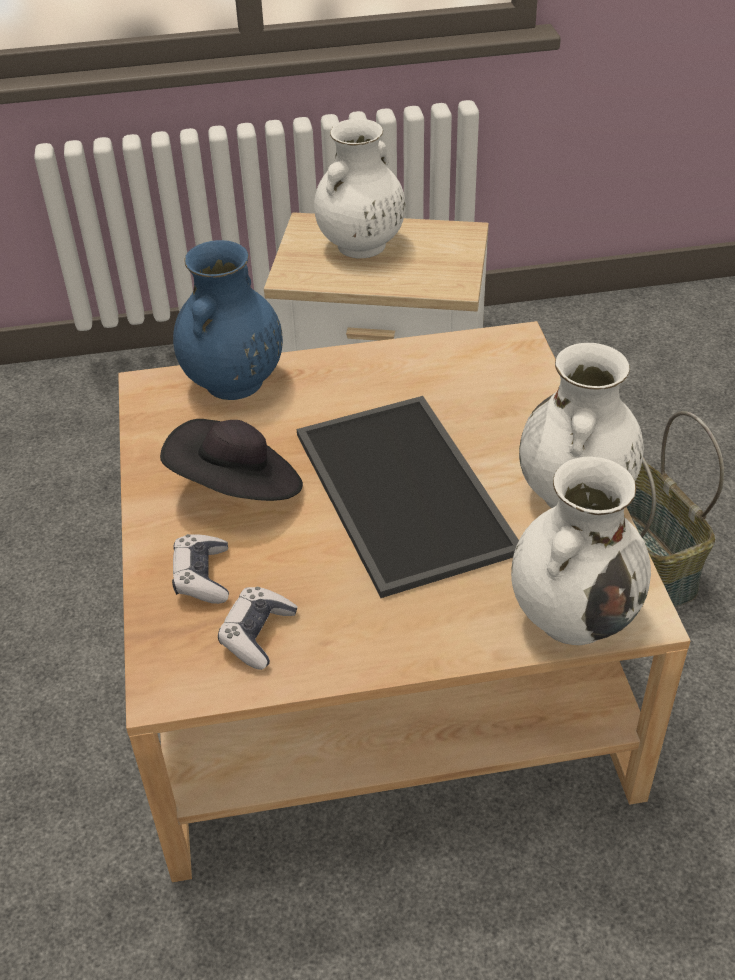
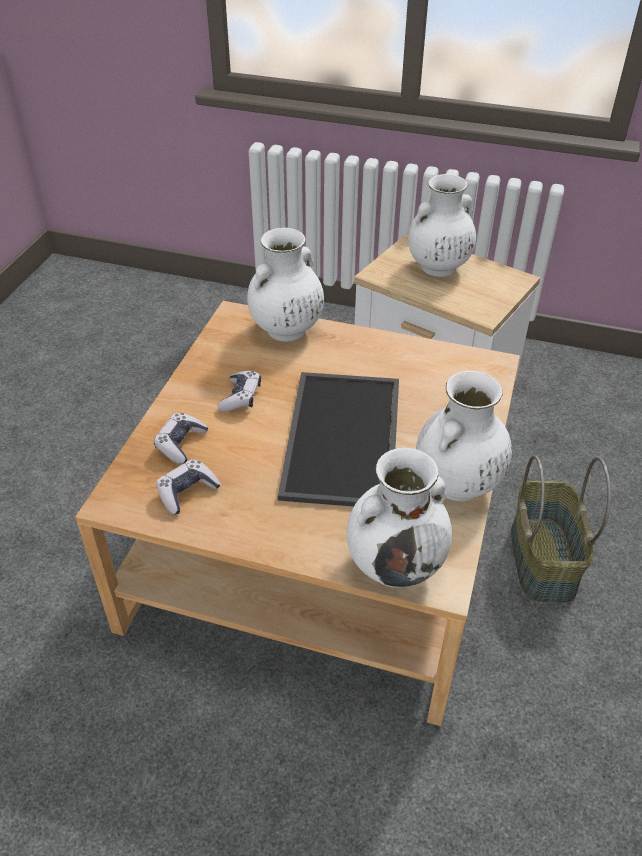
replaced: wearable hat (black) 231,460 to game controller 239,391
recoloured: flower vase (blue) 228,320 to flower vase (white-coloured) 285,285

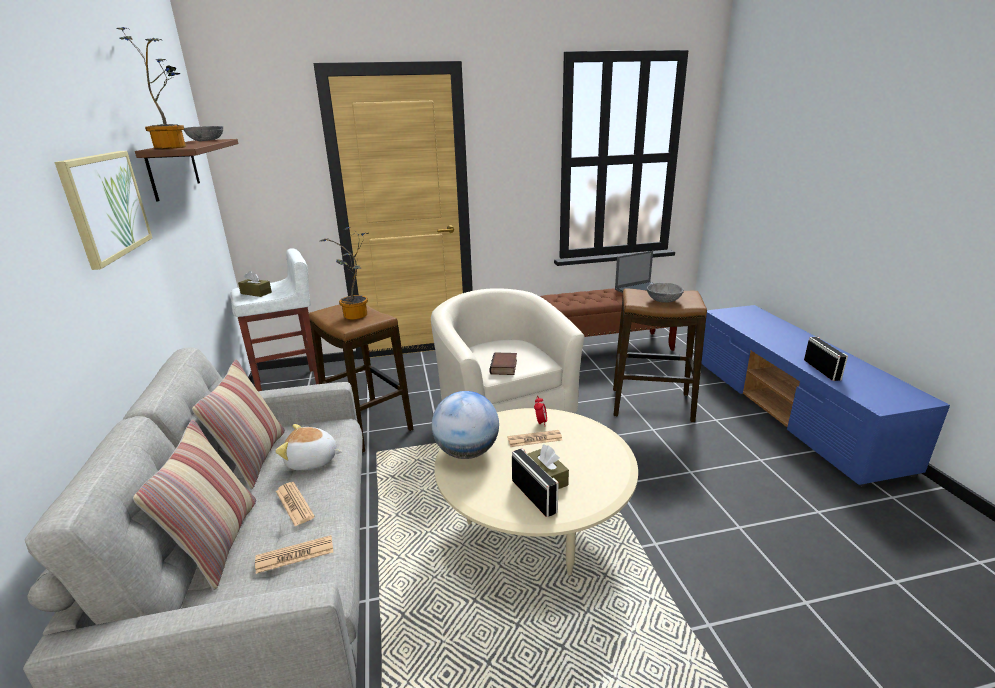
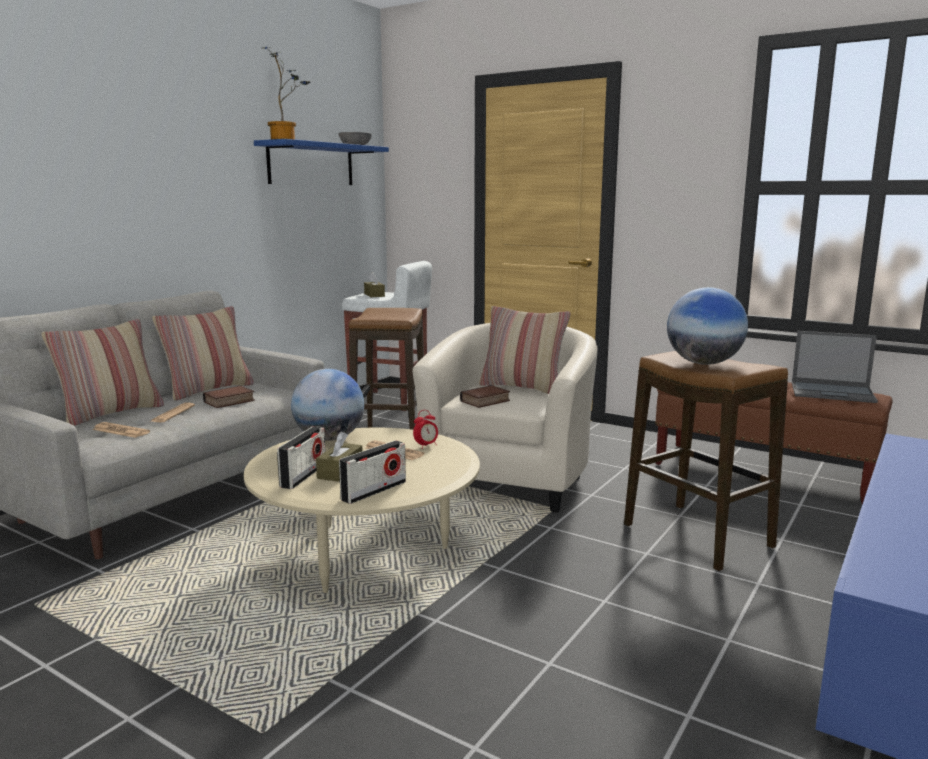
removed: picture 103,210; potted plant 344,273
added: cushion 524,350
moved: radio set 826,359 to 372,472
replaced: cuddly toy 308,447 to bound book 229,397; bowl (greyish) 665,293 to desk globe 707,326
recoloured: wall shelf (brown-coloured) 186,170 to wall shelf (blue) 321,162

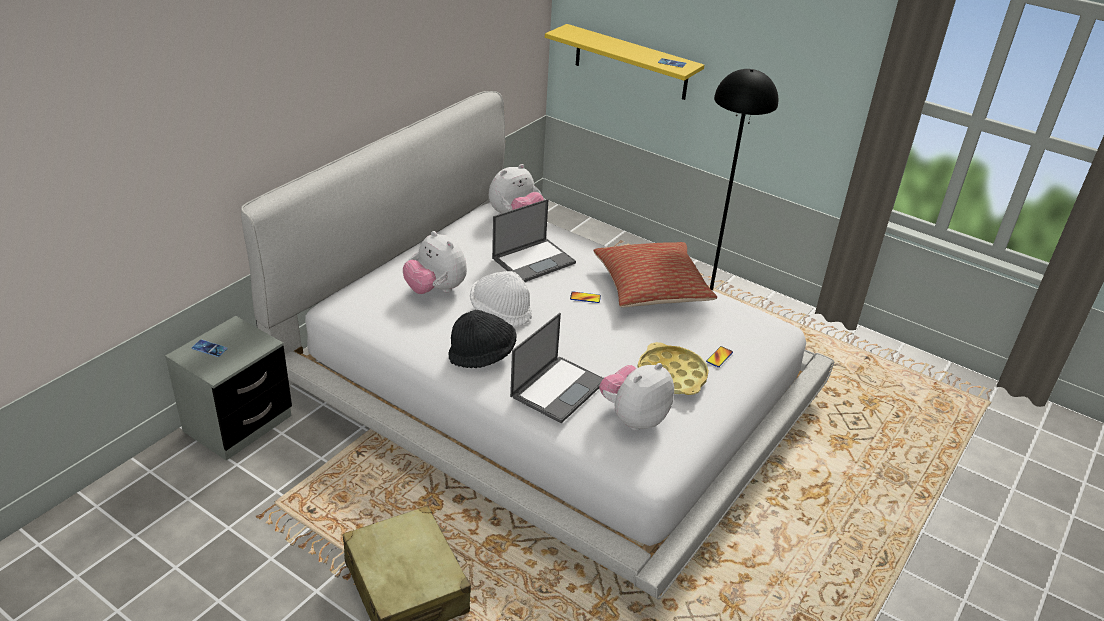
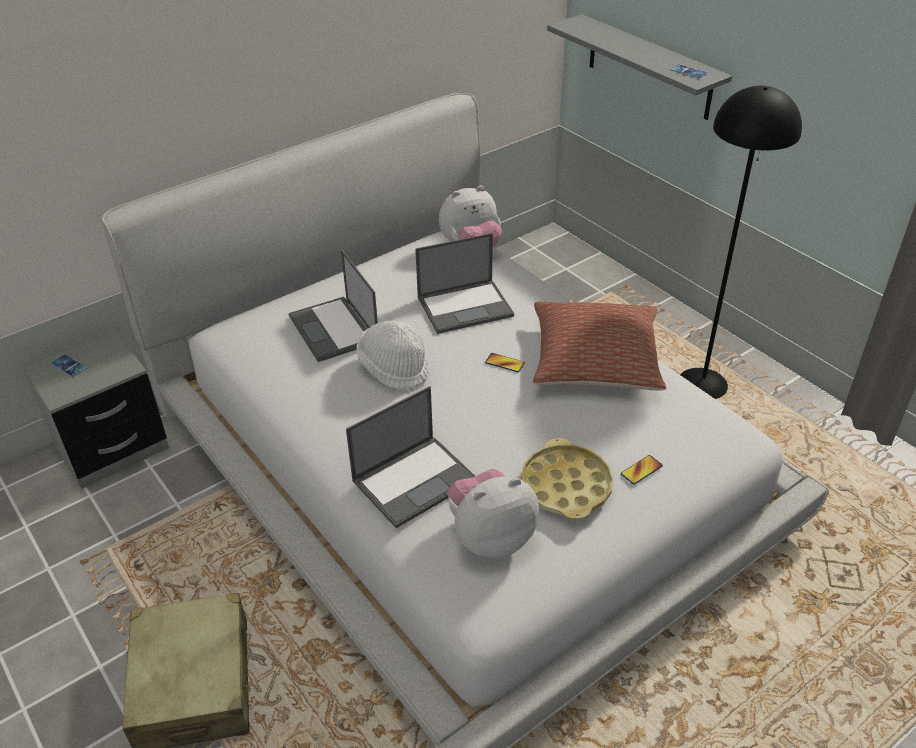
removed: wearable hat (black) 482,339
replaced: cuddly toy 435,262 to notebook computer 333,305
recoloured: wall shelf (yellow-coloured) 624,62 to wall shelf (greyish) 639,67

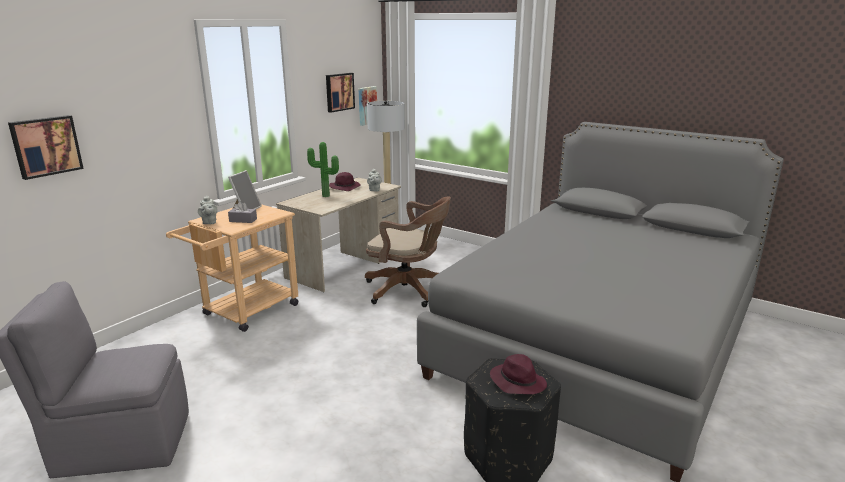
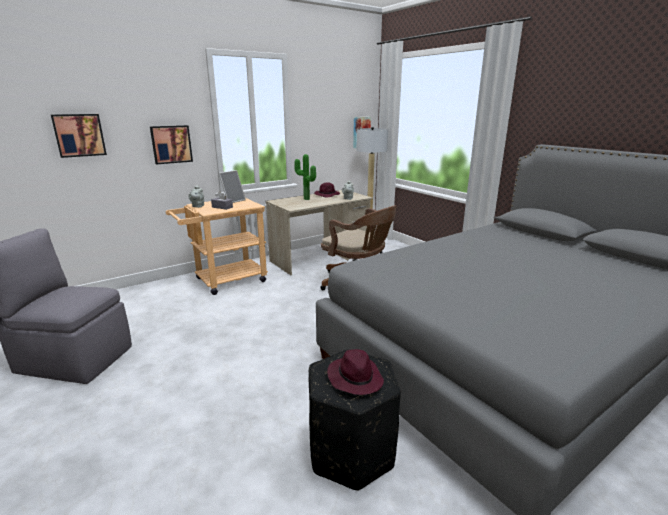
moved: picture 340,93 to 171,144

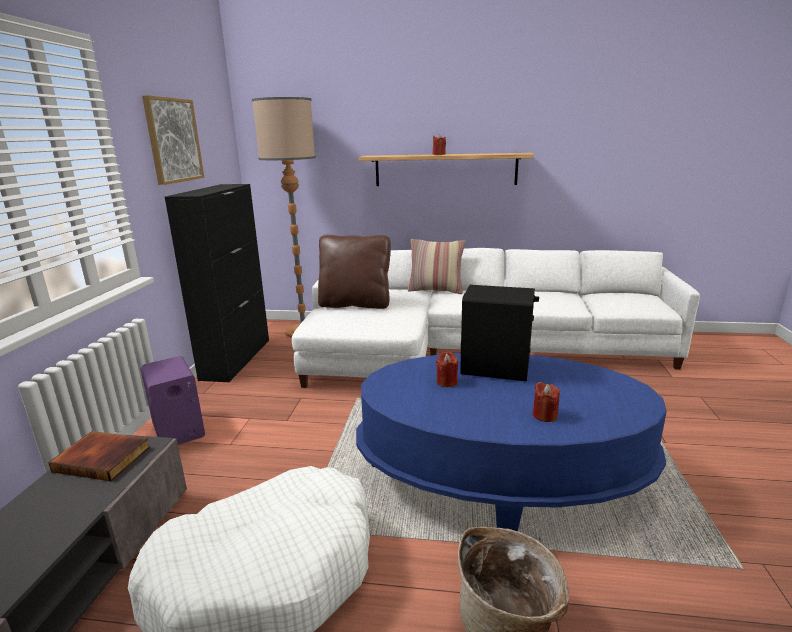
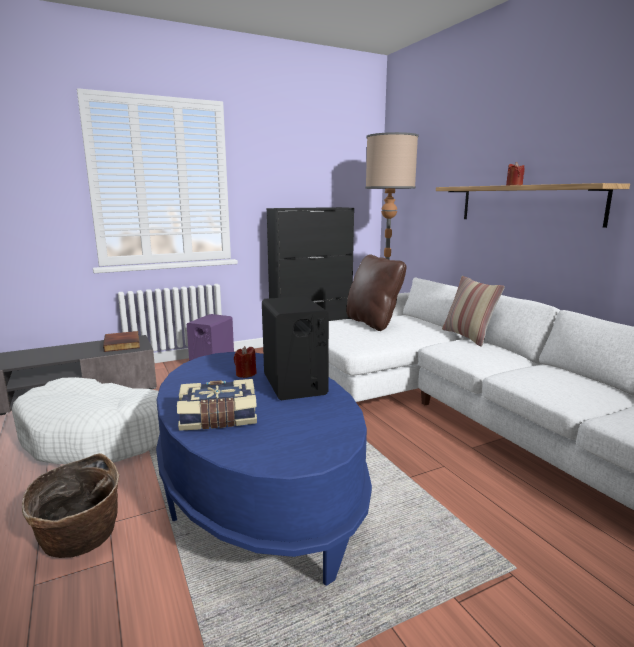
removed: picture 173,140
replaced: wax candle (reddish) 546,402 to bound book 217,405

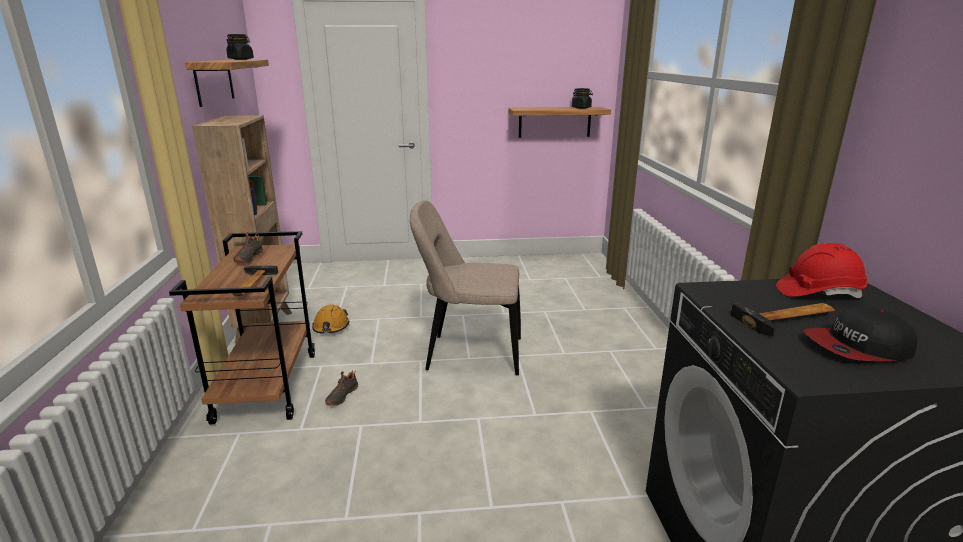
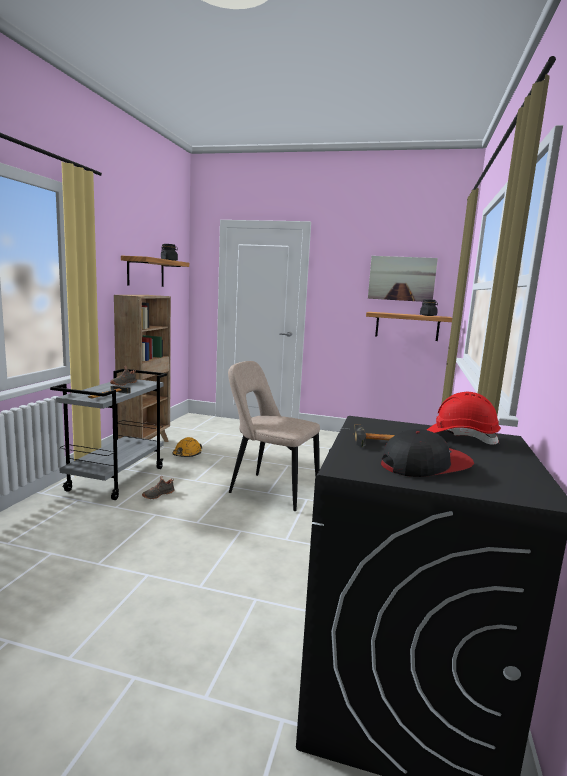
added: picture 403,279
recoloured: trolley (brown-coloured) 242,327 to trolley (greyish) 108,434
turned: peaked cap 860,333 = 427,453 150 degrees clockwise

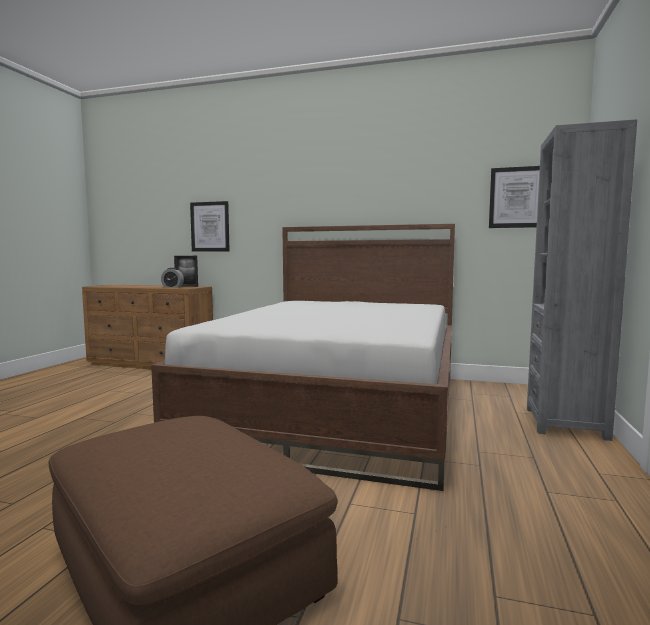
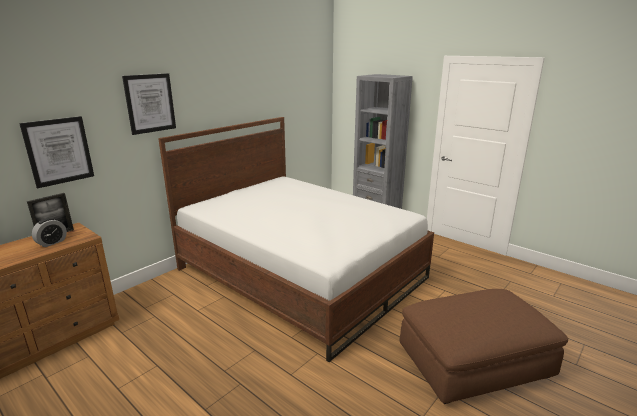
moved: picture 514,197 to 149,104

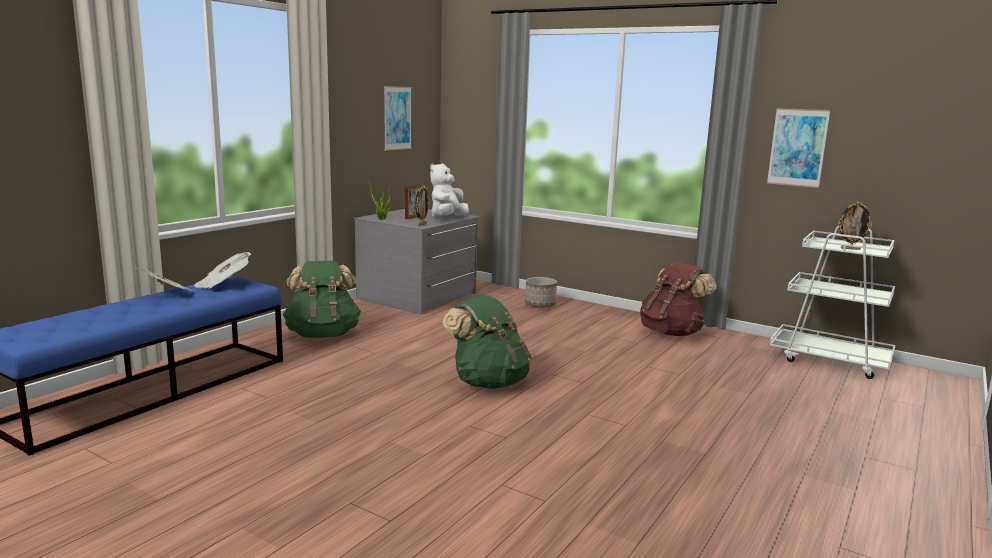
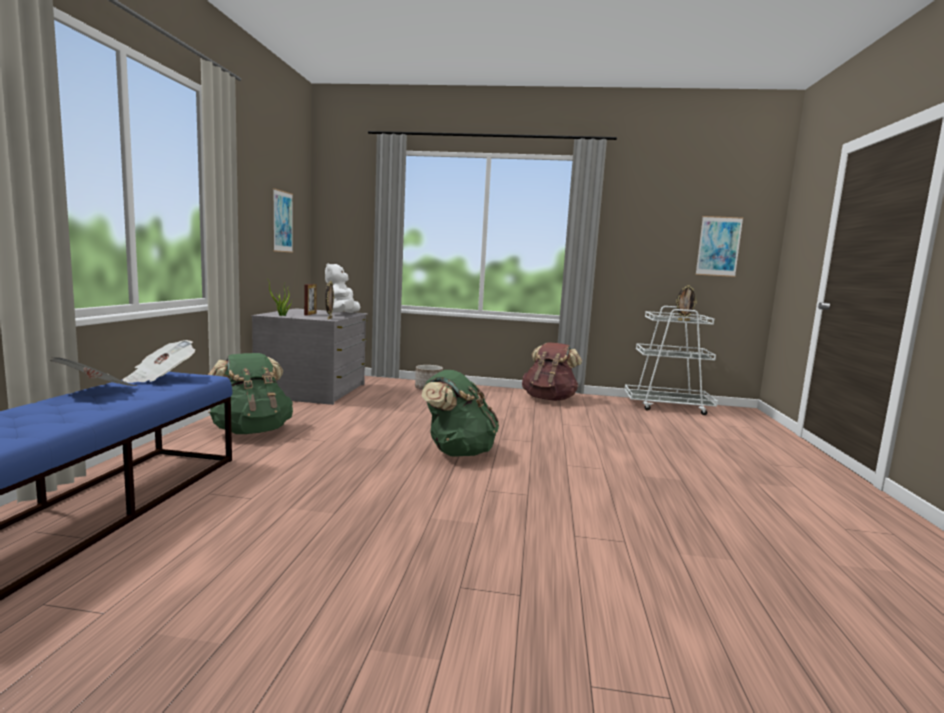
moved: picture 798,148 to 719,246

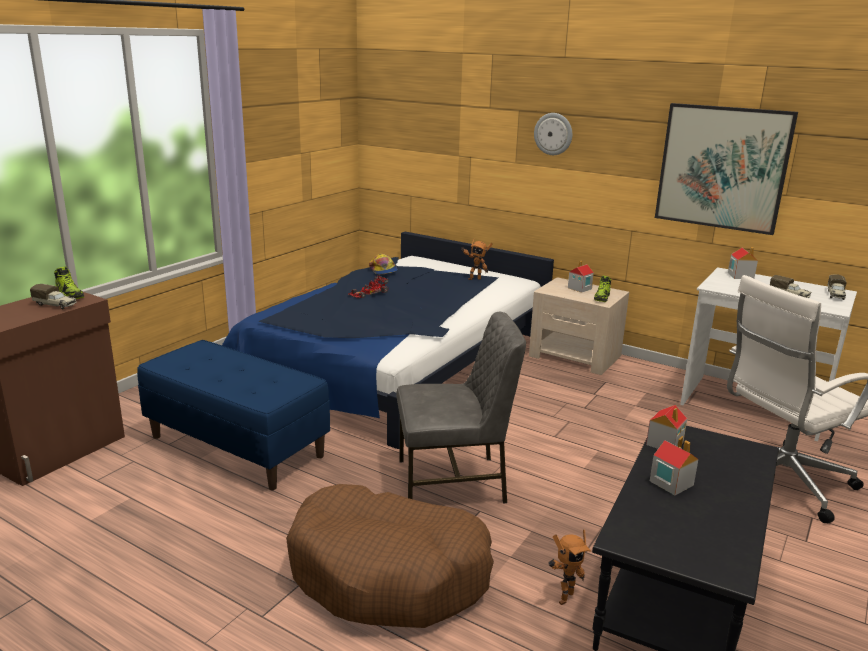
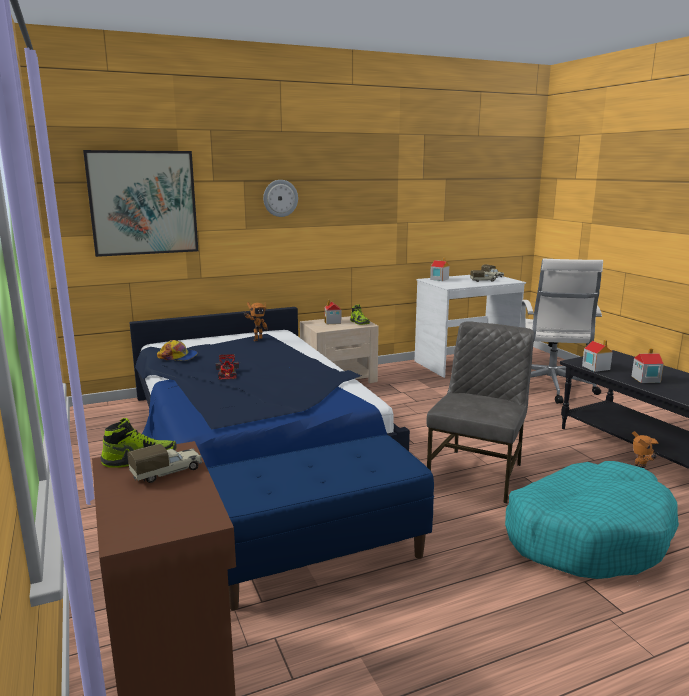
moved: picture 726,169 to 140,203
recoloured: dog cushion (brown-coloured) 390,556 to dog cushion (turquoise-coloured) 592,520

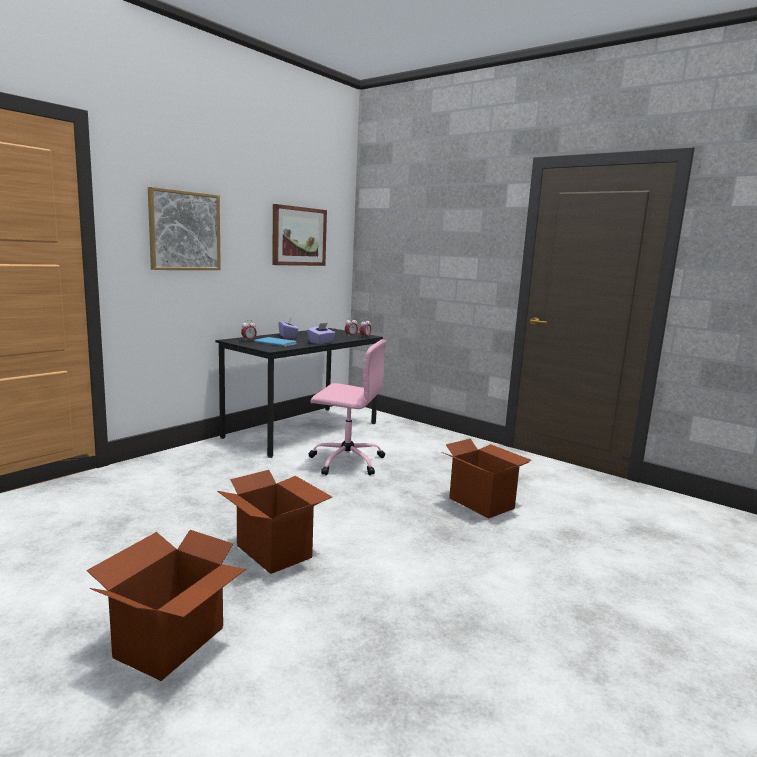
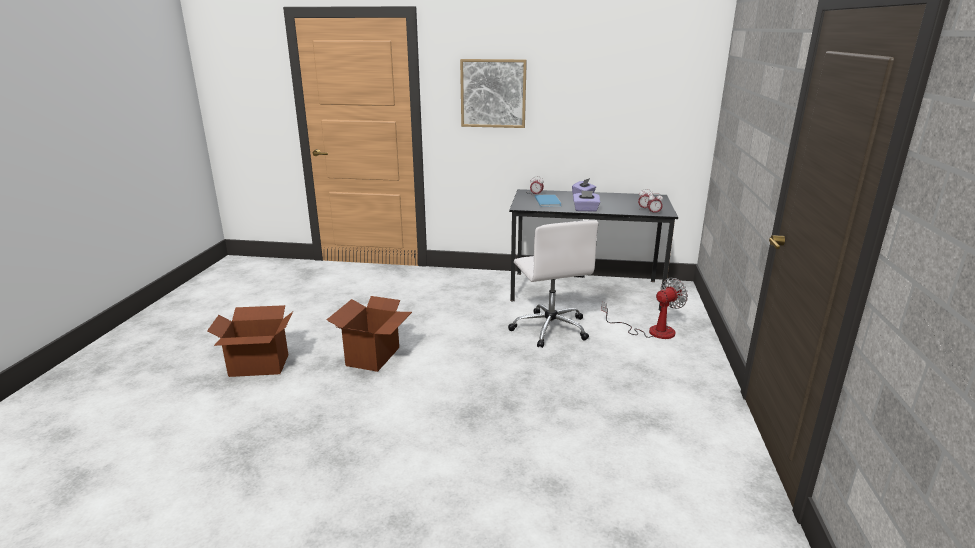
removed: picture 299,235; packing box 486,478
added: cooling fan 644,308
recoloured: office chair (pinkish) 347,407 to office chair (white-coloured) 553,284

